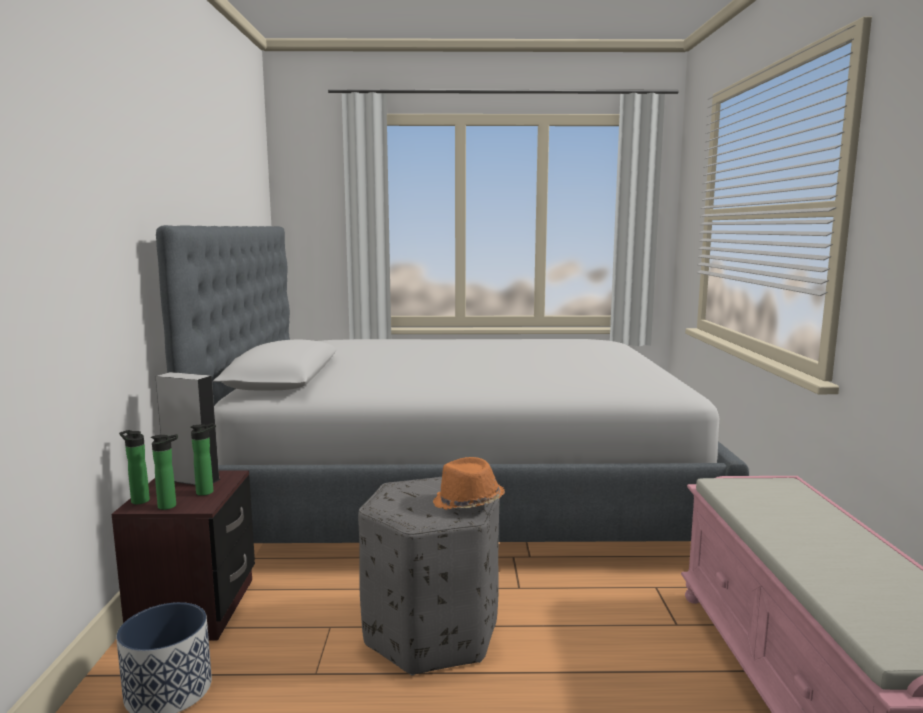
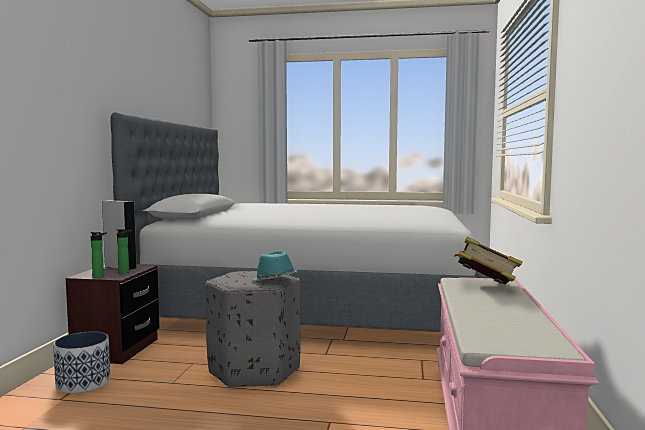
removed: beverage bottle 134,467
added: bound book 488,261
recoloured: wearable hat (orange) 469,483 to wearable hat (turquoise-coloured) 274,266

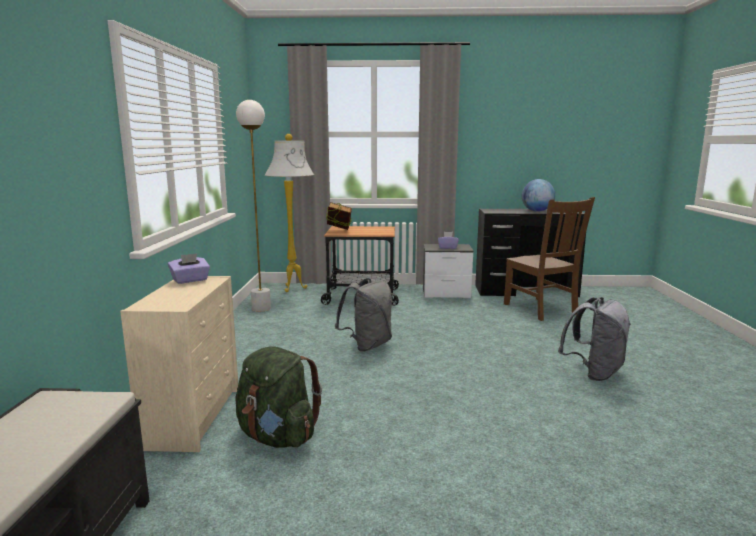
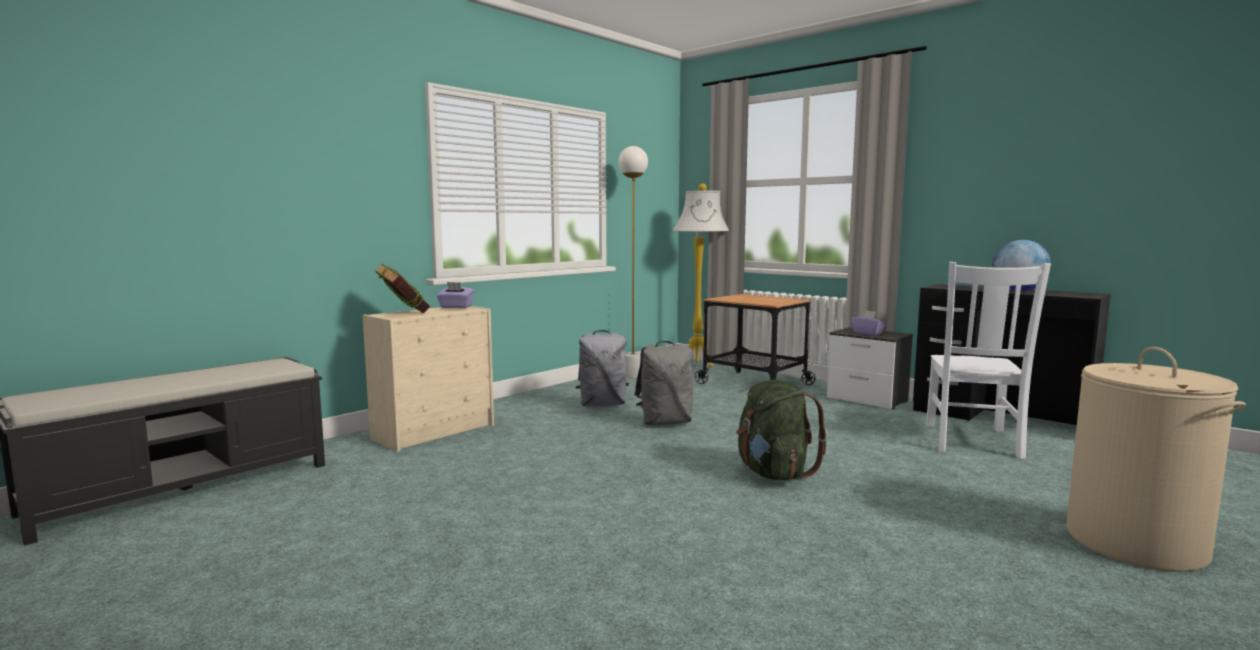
added: laundry basket (sand-coloured) 1156,459
moved: backpack (green) 279,397 to 782,430; bound book 339,216 to 402,288; backpack (greyish) 594,339 to 602,368
recoloured: chair (brown-coloured) 549,259 to chair (white-coloured) 988,360

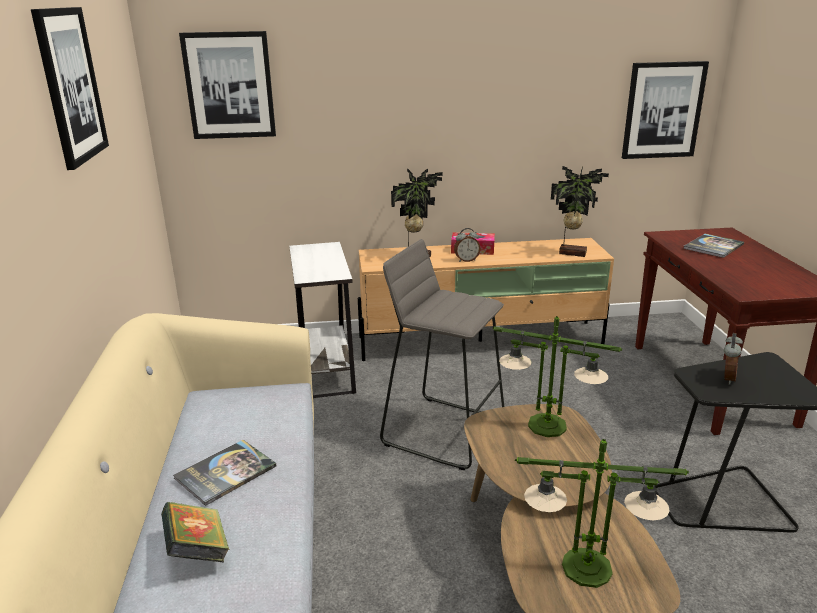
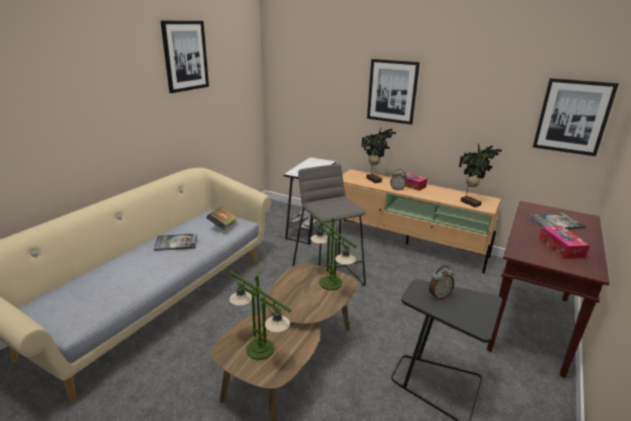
added: box of tissues 564,242
moved: bound book 195,532 to 221,218; picture 227,85 to 393,92

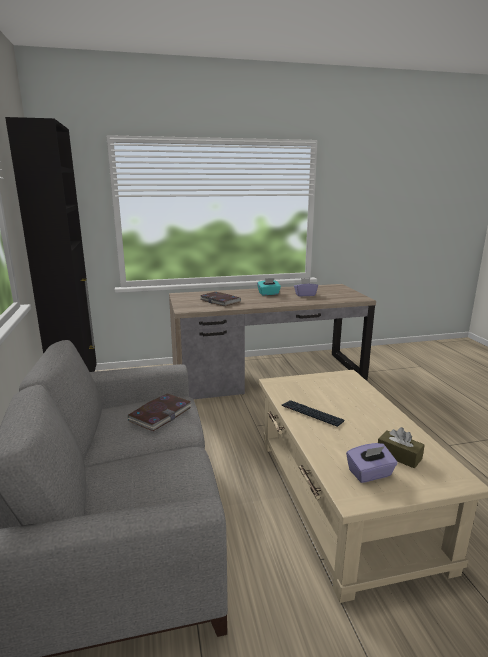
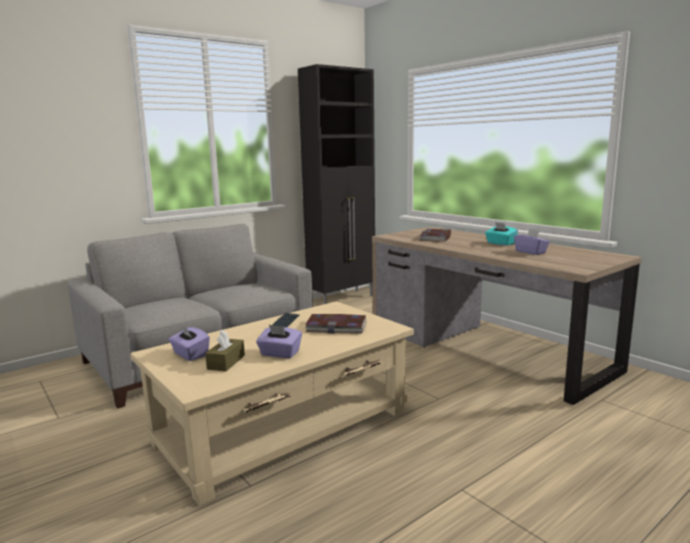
added: box of tissues (purple-coloured) 279,341
moved: bound book 159,412 to 335,324

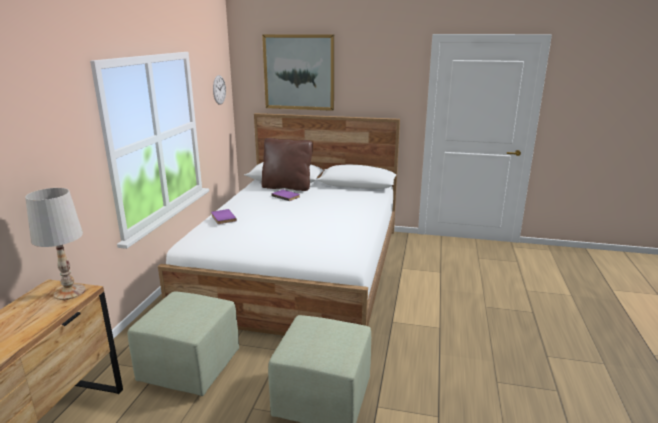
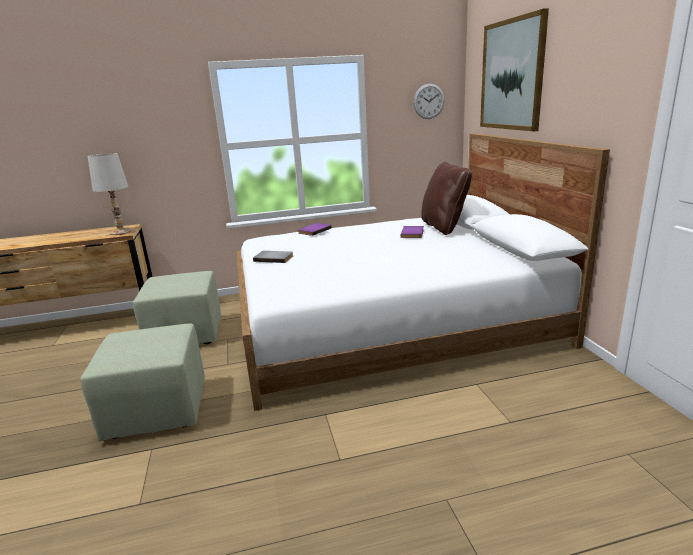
added: bound book (greyish) 273,257

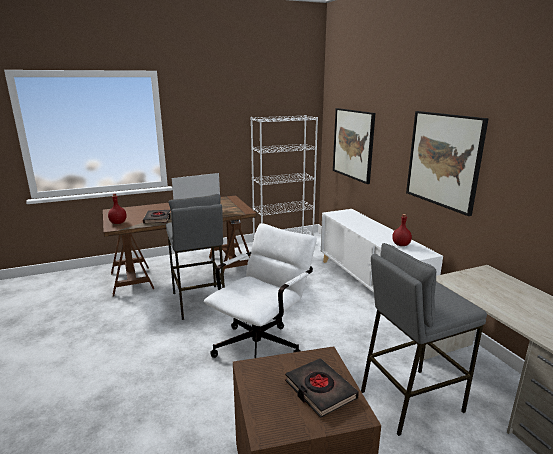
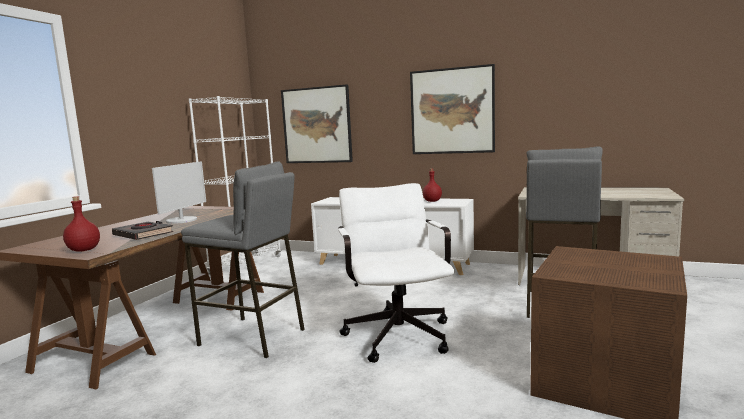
removed: bound book (black) 322,388

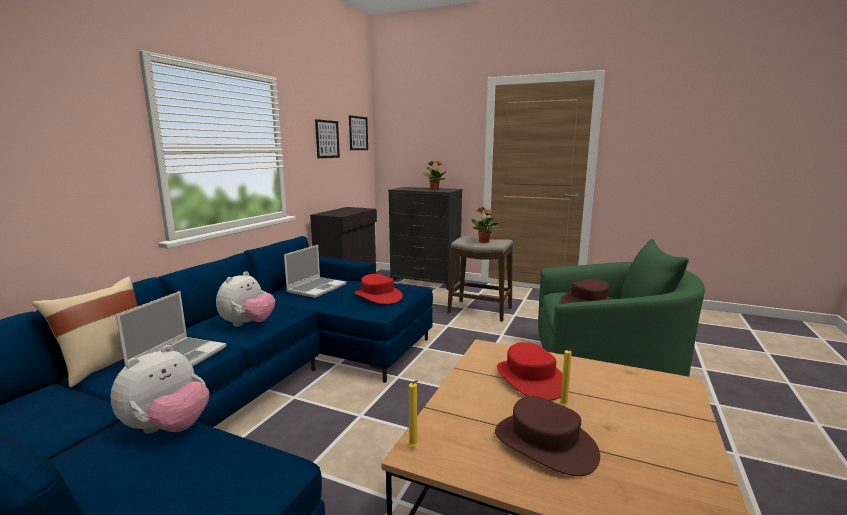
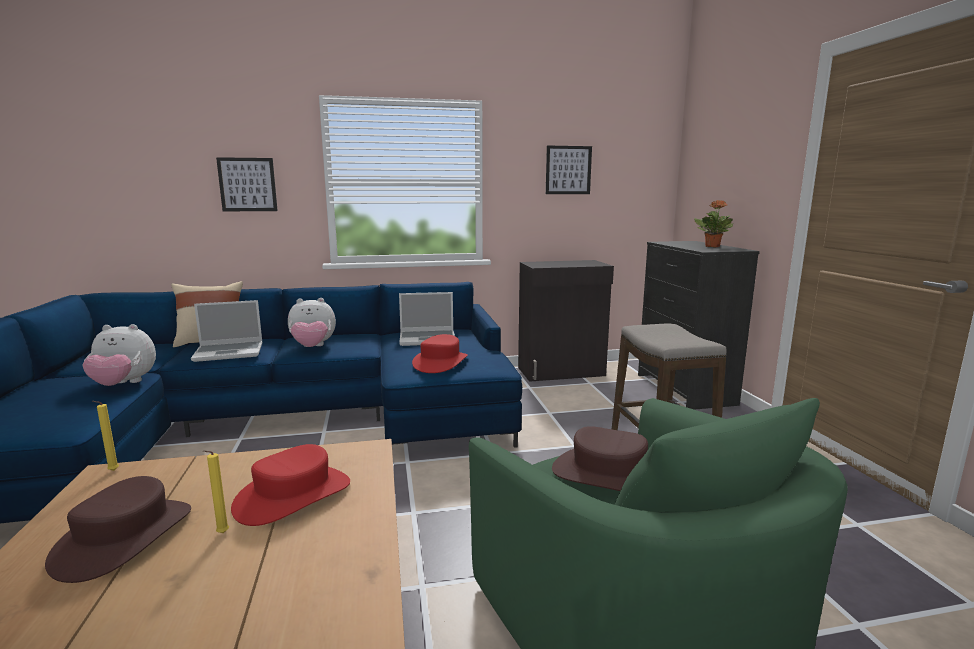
removed: potted plant 485,225
moved: picture 358,132 to 247,184

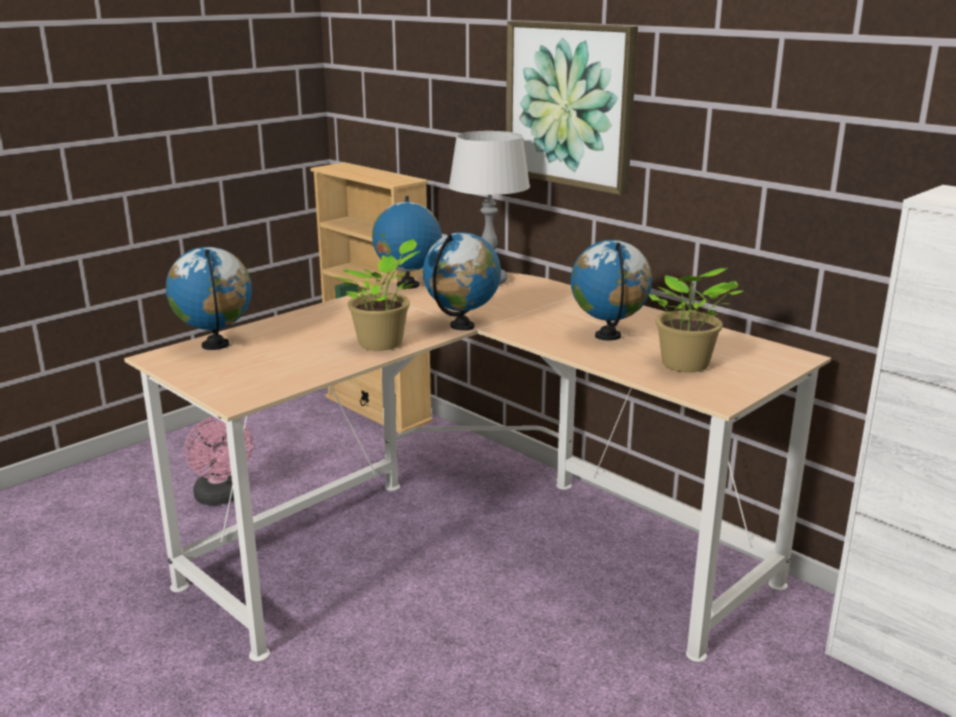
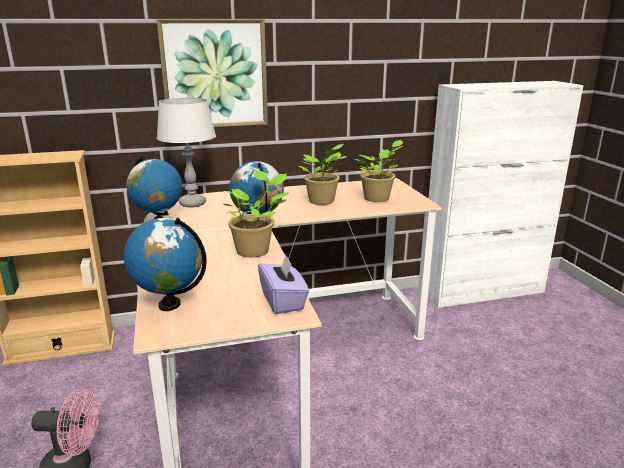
added: box of tissues (purple-coloured) 283,284
replaced: desk globe 611,290 to potted plant 322,174

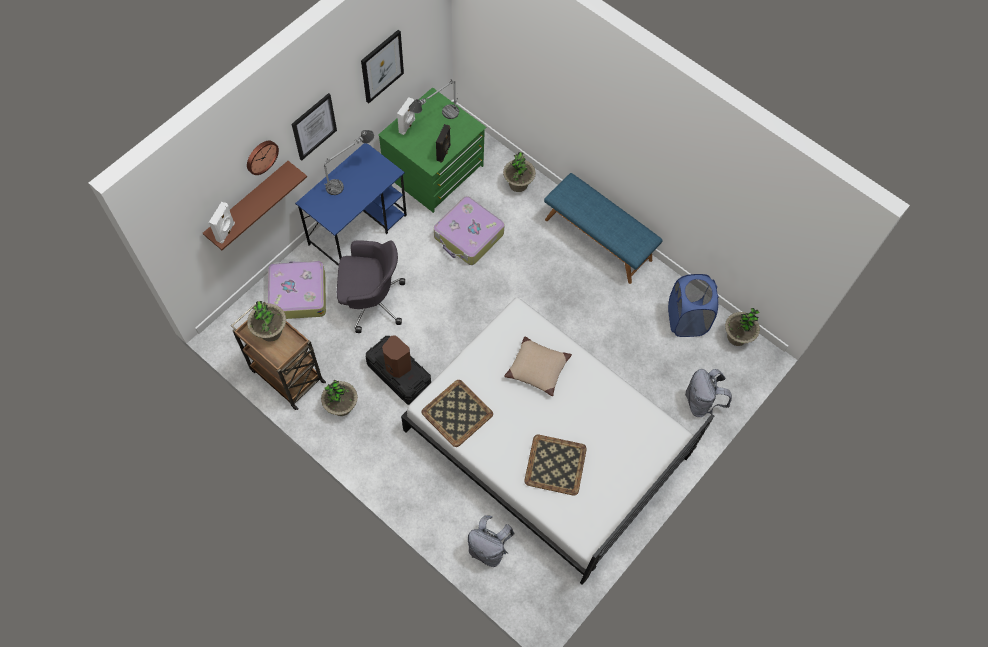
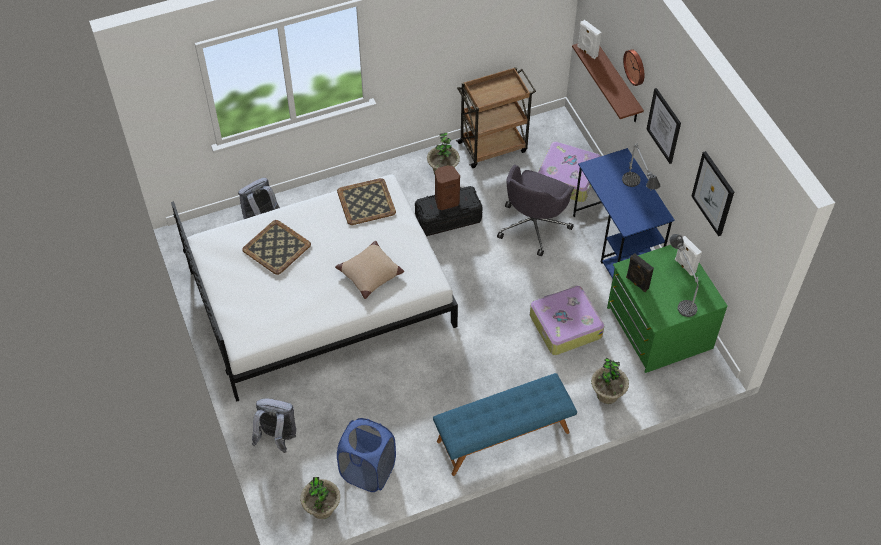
removed: potted plant 266,321

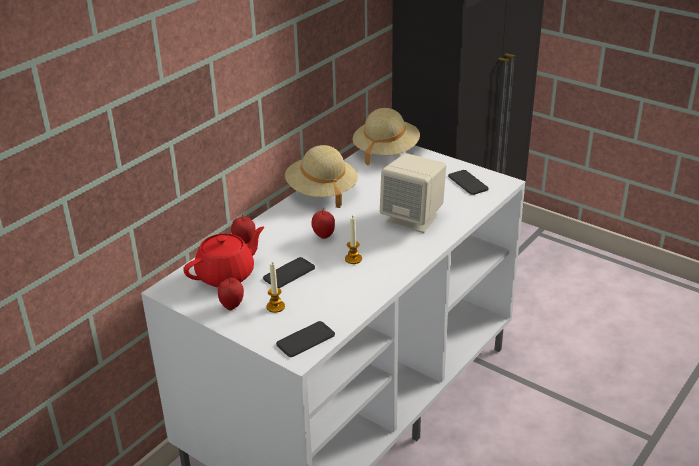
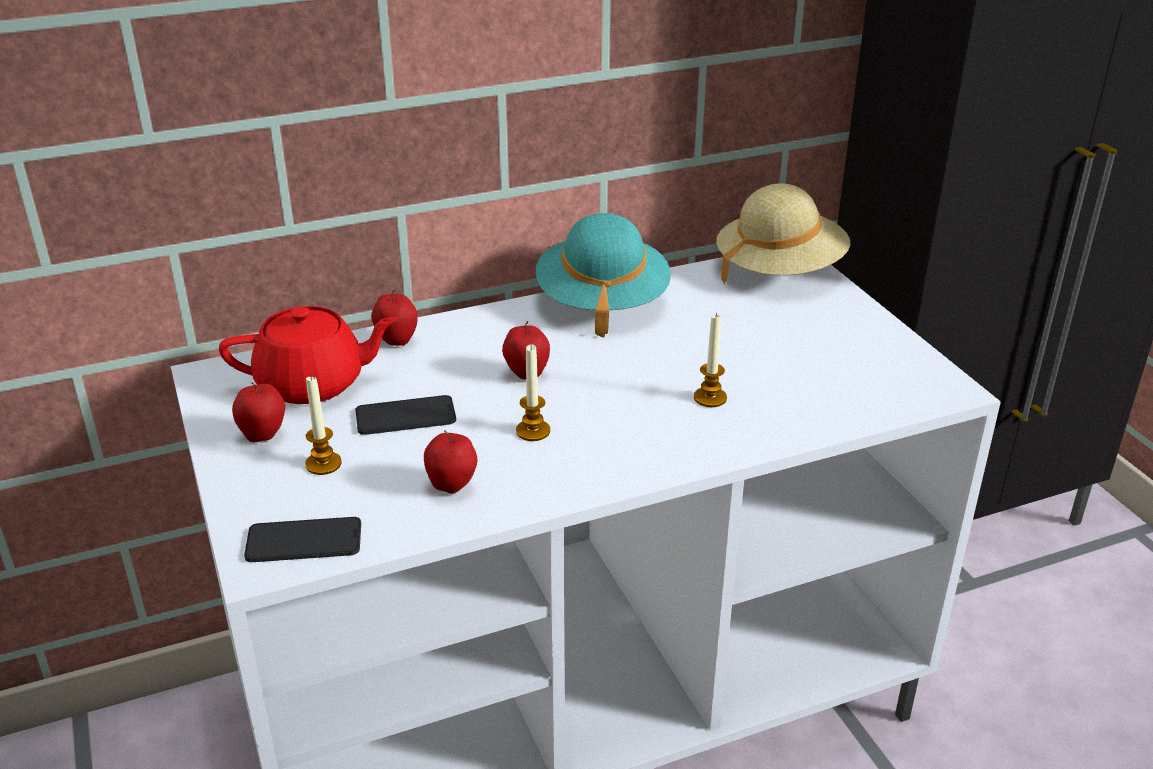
removed: phone 468,182
added: apple fruit 450,462
replaced: speaker (sand-coloured) 413,193 to wax candle 710,360
recoloured: wearable hat (sand-coloured) 321,176 to wearable hat (turquoise-coloured) 603,275

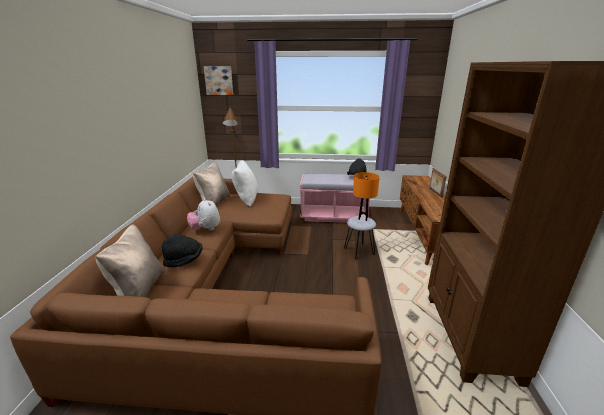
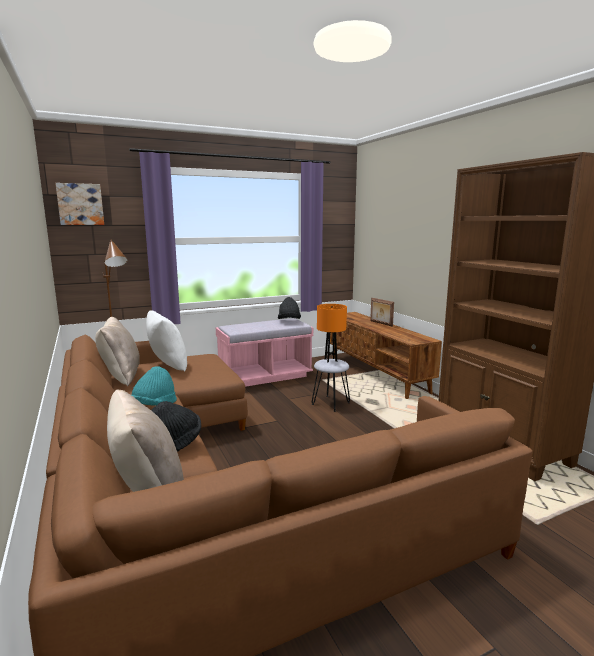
replaced: cuddly toy 203,214 to wearable hat (turquoise-coloured) 154,386

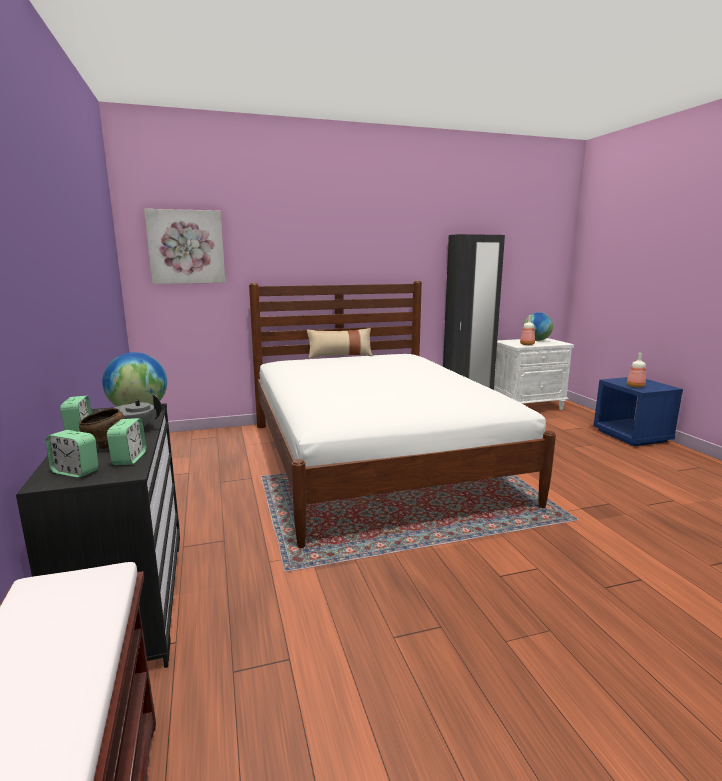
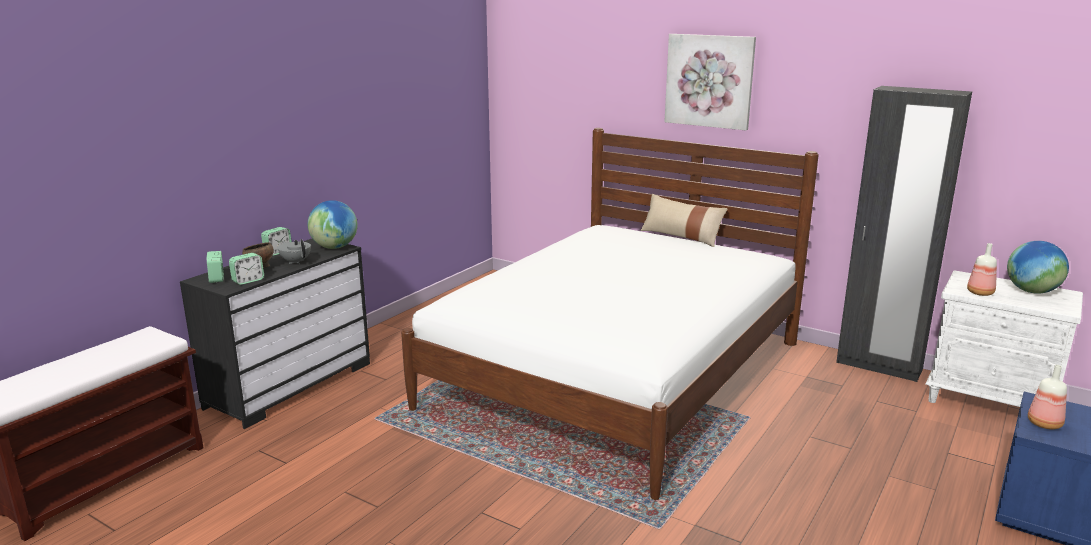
moved: picture 184,246 to 710,82

